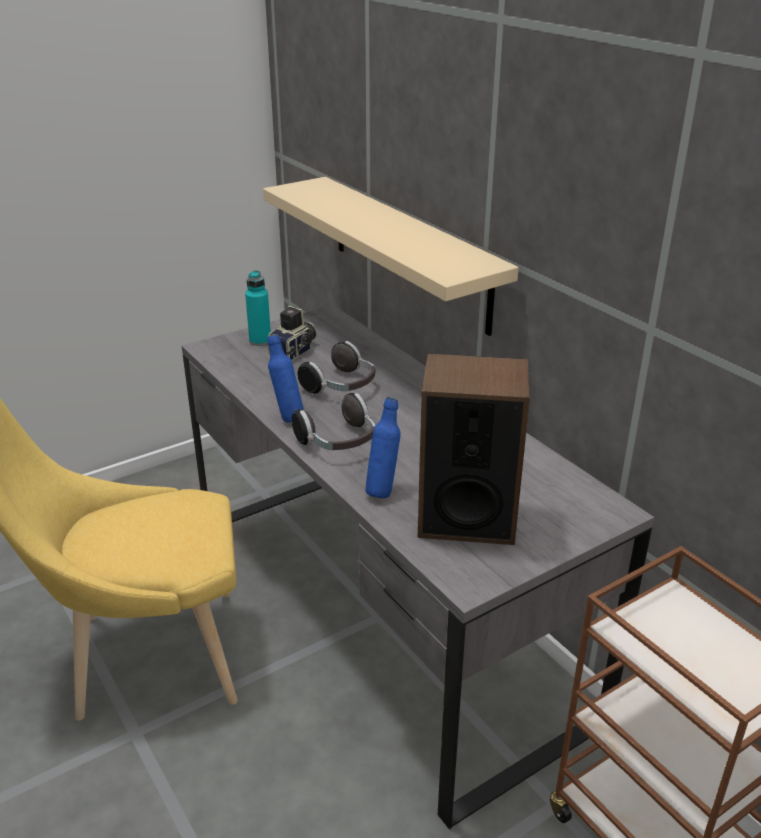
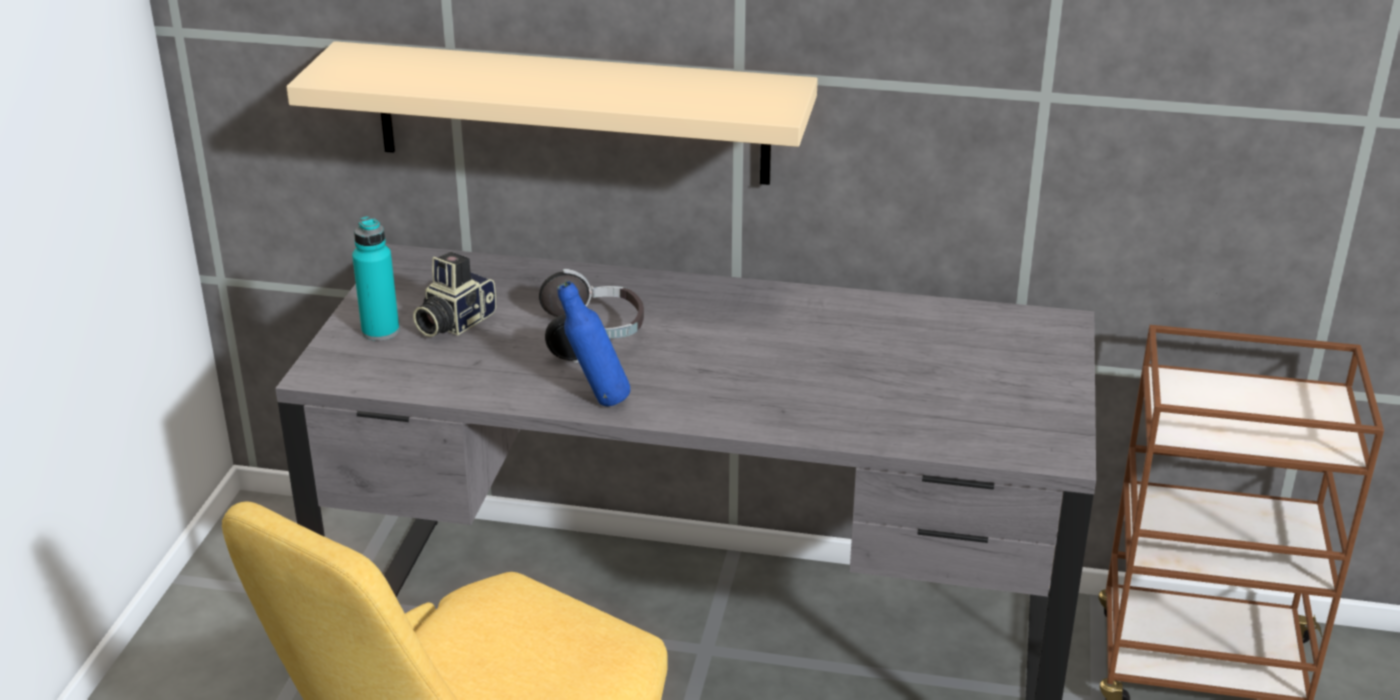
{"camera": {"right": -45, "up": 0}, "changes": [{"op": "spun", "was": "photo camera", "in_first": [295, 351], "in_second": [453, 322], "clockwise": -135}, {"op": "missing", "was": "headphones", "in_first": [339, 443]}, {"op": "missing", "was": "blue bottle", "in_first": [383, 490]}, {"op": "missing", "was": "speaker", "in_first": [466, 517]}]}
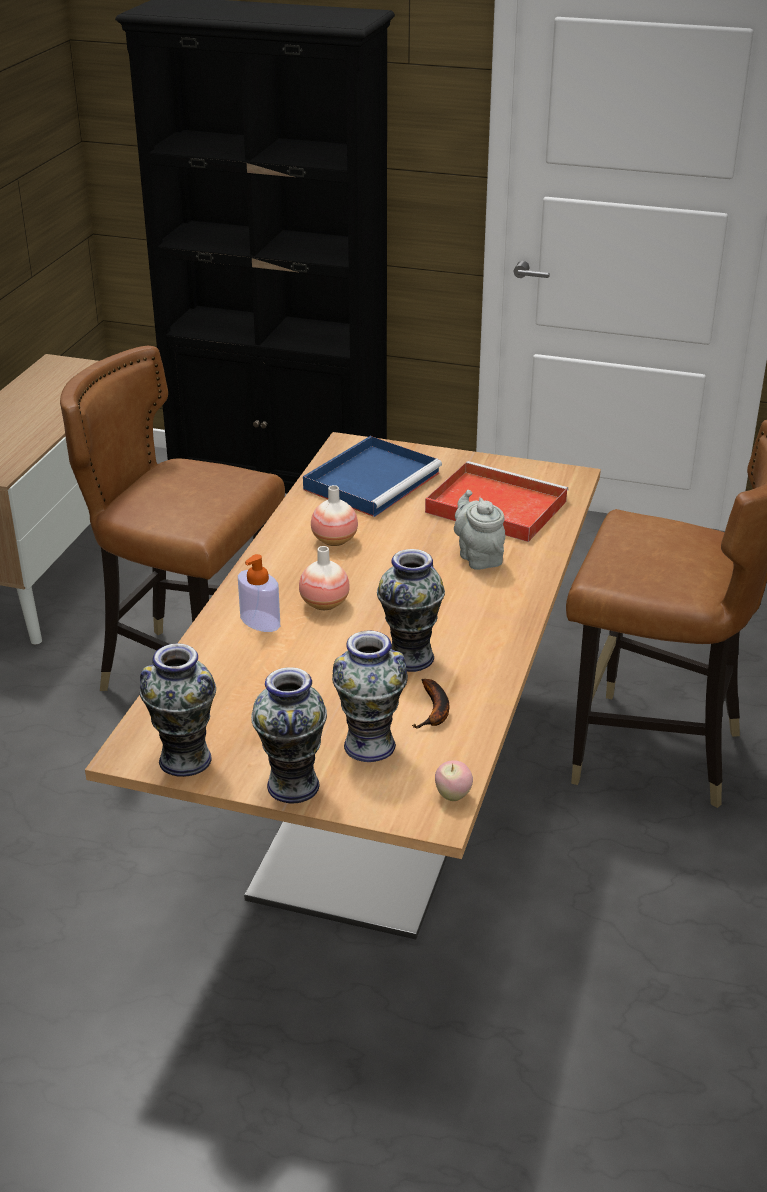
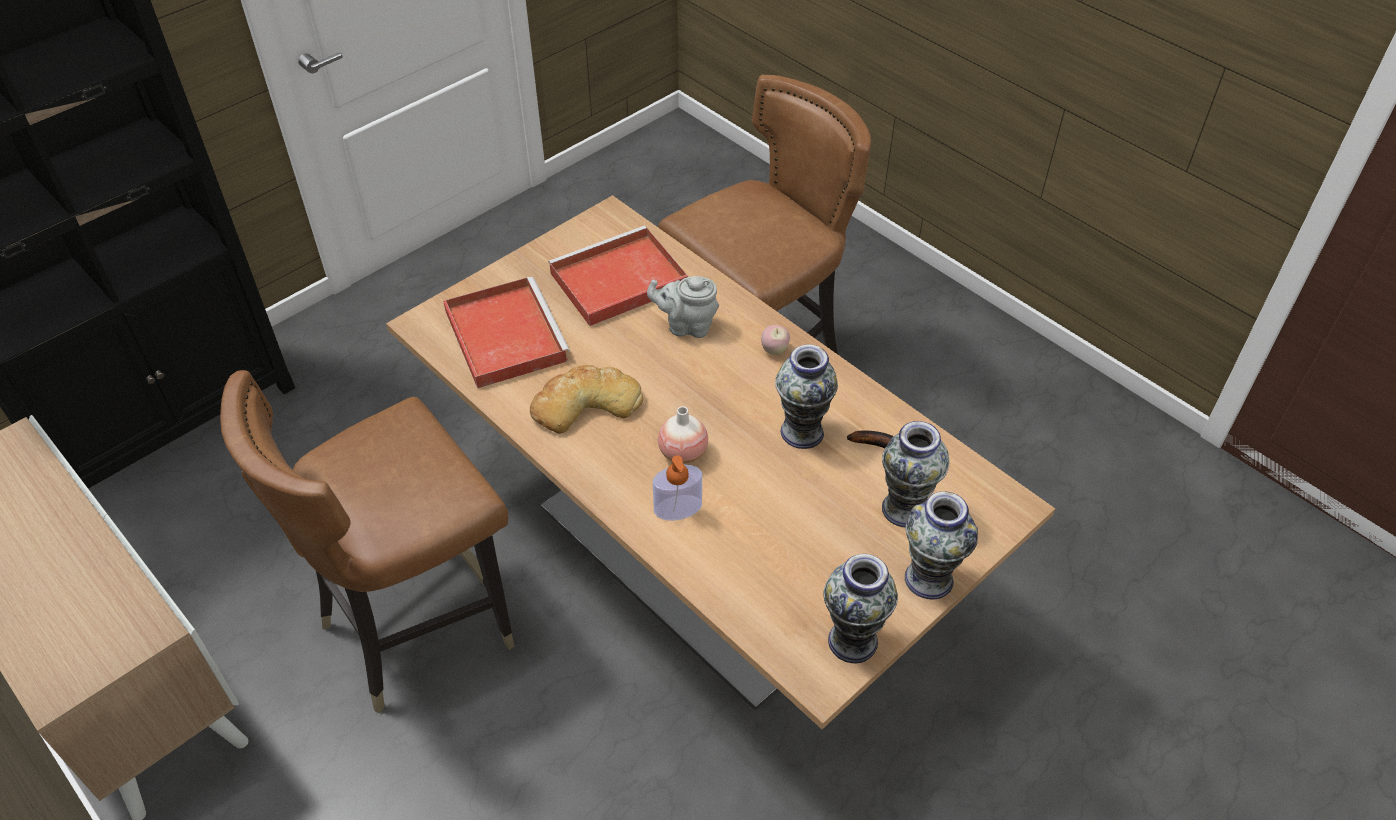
{"camera": {"right": -60, "up": 15}, "changes": [{"op": "colour", "was": "blue tray", "now": "red tray", "in_first": [373, 480], "in_second": [504, 334]}, {"op": "exchanged", "was": "vase", "now": "bread", "in_first": [334, 540], "in_second": [585, 403]}, {"op": "relocated", "was": "apple", "in_first": [453, 795], "in_second": [774, 350]}]}
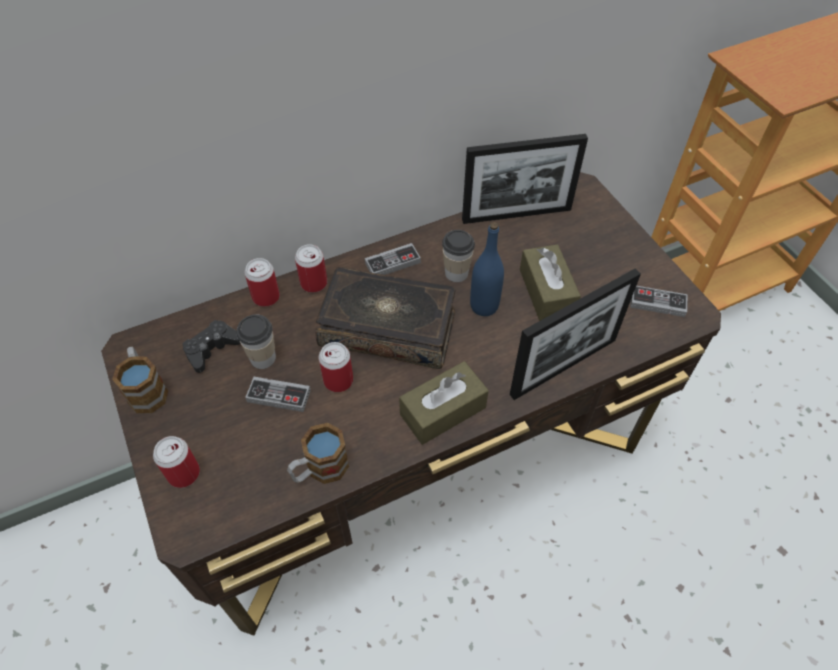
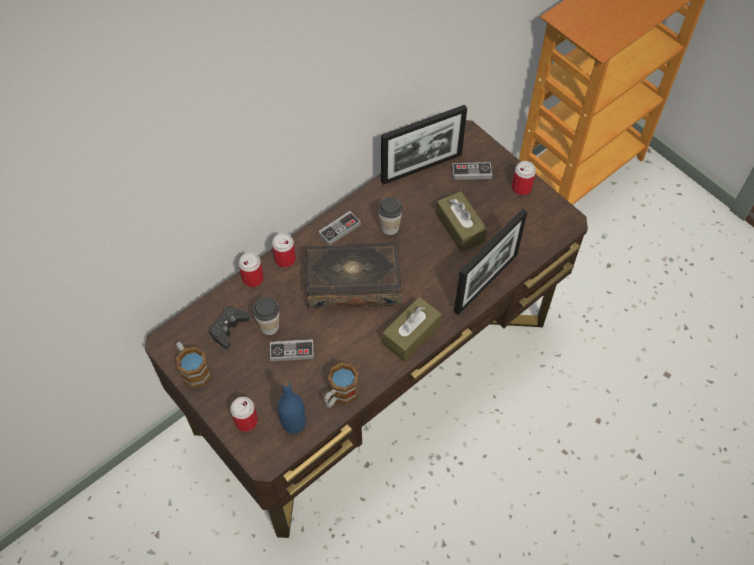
{"camera": {"right": -15, "up": 5}, "changes": [{"op": "relocated", "was": "blue bottle", "in_first": [484, 306], "in_second": [294, 423]}, {"op": "relocated", "was": "game controller", "in_first": [657, 303], "in_second": [471, 172]}, {"op": "relocated", "was": "can", "in_first": [338, 380], "in_second": [521, 188]}]}
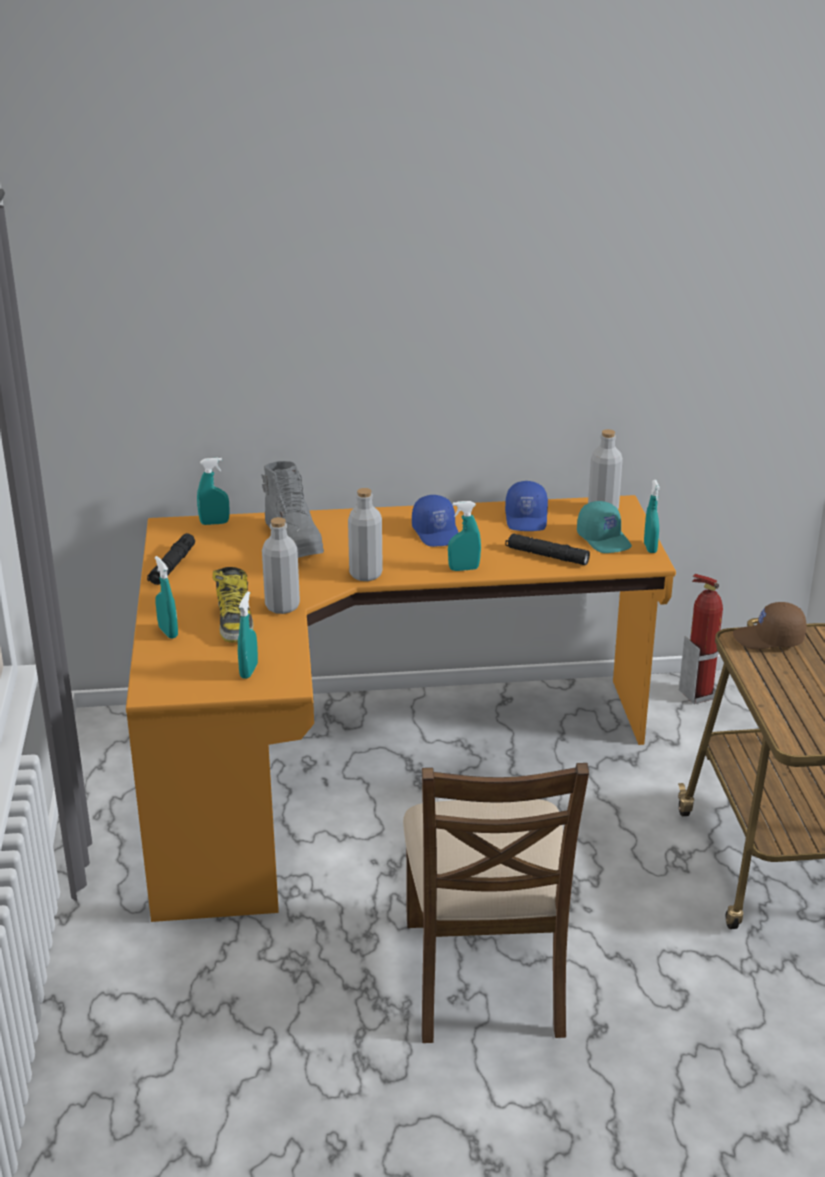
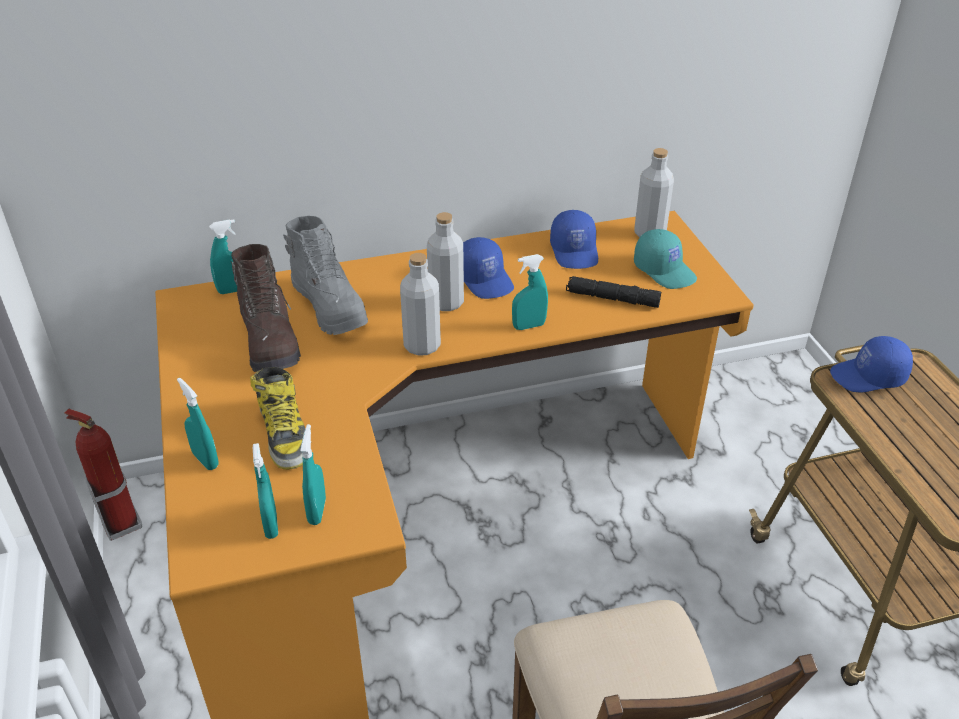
{"camera": {"right": -10, "up": 10}, "changes": [{"op": "relocated", "was": "fire extinguisher", "in_first": [698, 693], "in_second": [122, 523]}, {"op": "appeared", "now": "brown boot", "in_second": [270, 341]}, {"op": "relocated", "was": "turquoise spray bottle", "in_first": [650, 548], "in_second": [271, 525]}, {"op": "relocated", "was": "grey bottle", "in_first": [282, 606], "in_second": [446, 302]}, {"op": "colour", "was": "brown cap", "now": "blue cap", "in_first": [768, 639], "in_second": [868, 377]}, {"op": "missing", "was": "black flashlight", "in_first": [172, 566]}]}
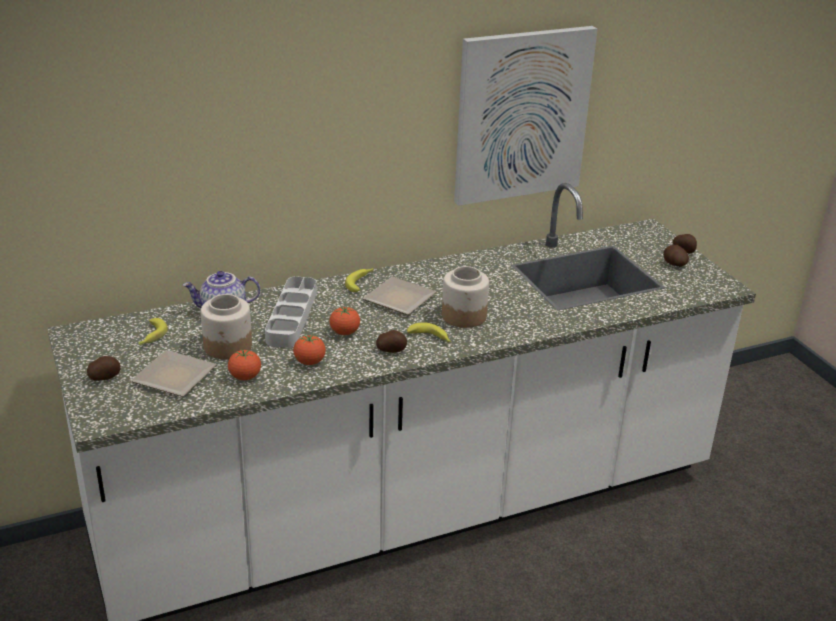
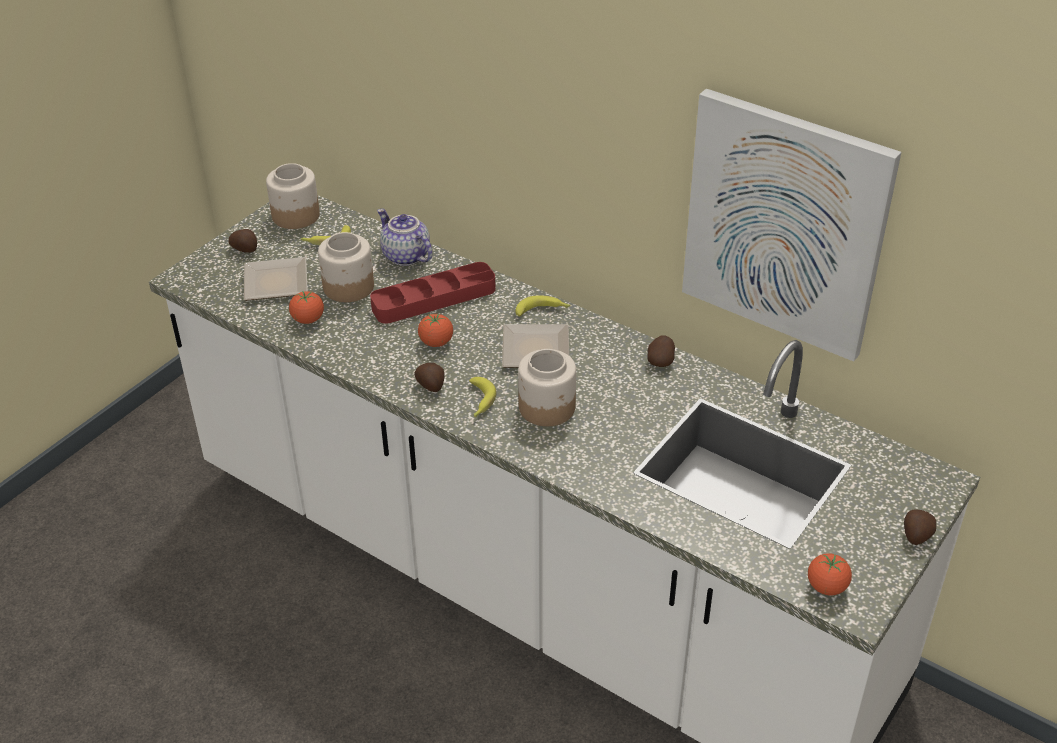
{"camera": {"right": 60, "up": 10}, "changes": [{"op": "appeared", "now": "jar", "in_second": [295, 215]}, {"op": "colour", "was": "grey tray", "now": "red tray", "in_first": [292, 316], "in_second": [434, 298]}, {"op": "relocated", "was": "potato", "in_first": [674, 264], "in_second": [661, 360]}, {"op": "relocated", "was": "tomato", "in_first": [309, 362], "in_second": [826, 587]}]}
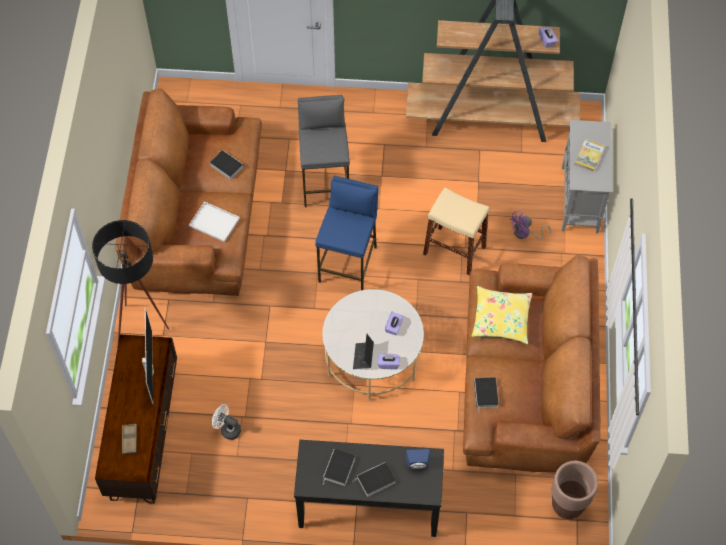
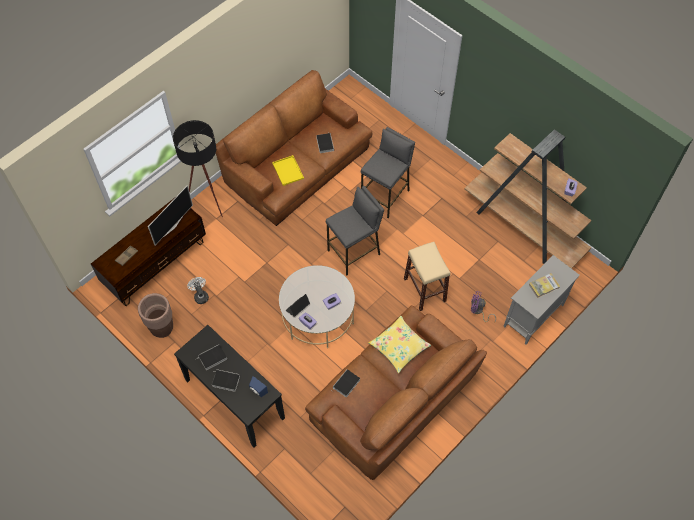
{"camera": {"right": 40, "up": 0}, "changes": [{"op": "relocated", "was": "brown planter", "in_first": [567, 505], "in_second": [162, 328]}, {"op": "colour", "was": "white tray", "now": "yellow tray", "in_first": [215, 222], "in_second": [288, 171]}, {"op": "colour", "was": "blue stool", "now": "grey stool", "in_first": [348, 264], "in_second": [354, 253]}]}
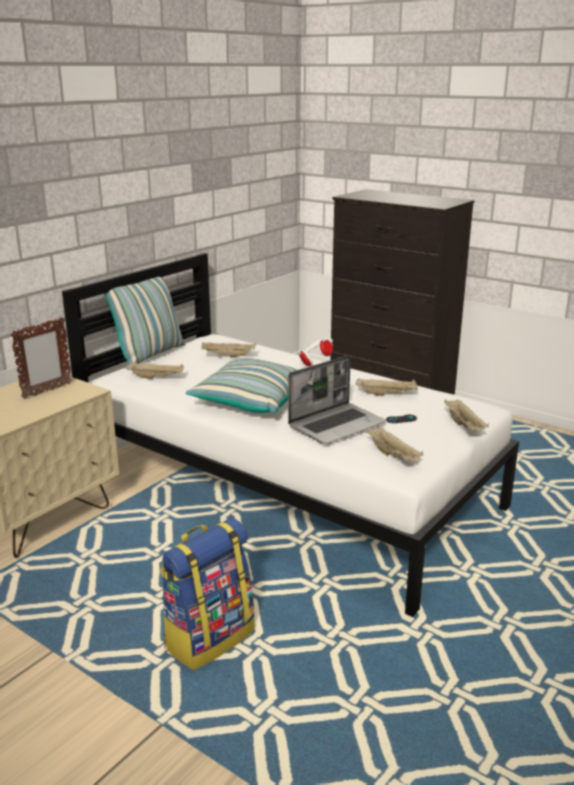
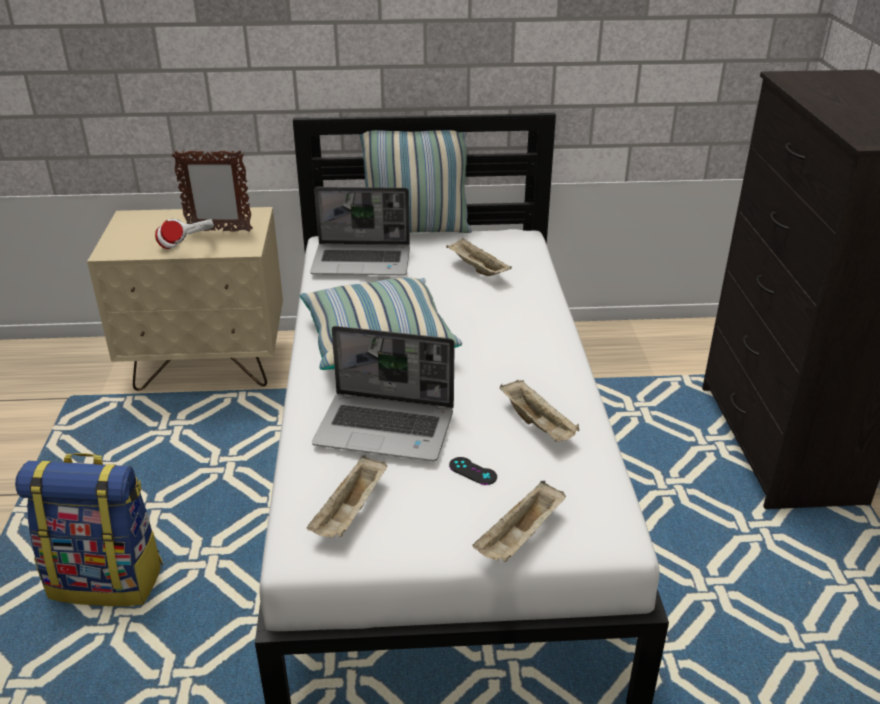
{"camera": {"right": 50, "up": 10}, "changes": [{"op": "relocated", "was": "white headphones", "in_first": [316, 362], "in_second": [188, 248]}, {"op": "exchanged", "was": "beige tray", "now": "laptop", "in_first": [156, 377], "in_second": [363, 261]}]}
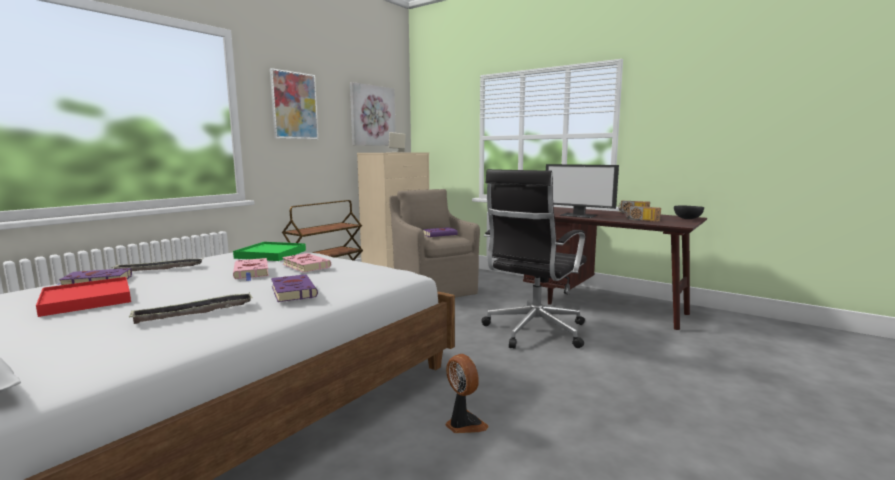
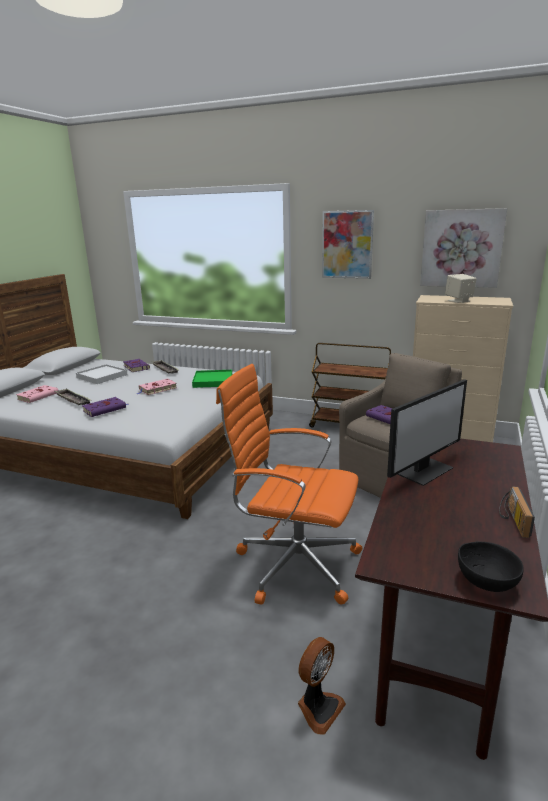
{"camera": {"right": 75, "up": 10}, "changes": [{"op": "relocated", "was": "pink book", "in_first": [305, 266], "in_second": [39, 396]}, {"op": "colour", "was": "red tray", "now": "white tray", "in_first": [87, 300], "in_second": [102, 376]}, {"op": "colour", "was": "black office chair", "now": "orange office chair", "in_first": [533, 331], "in_second": [294, 563]}, {"op": "relocated", "was": "fan", "in_first": [463, 424], "in_second": [318, 707]}, {"op": "spun", "was": "monitor", "in_first": [579, 215], "in_second": [424, 470], "clockwise": -150}, {"op": "missing", "was": "radio", "in_first": [641, 220]}]}
